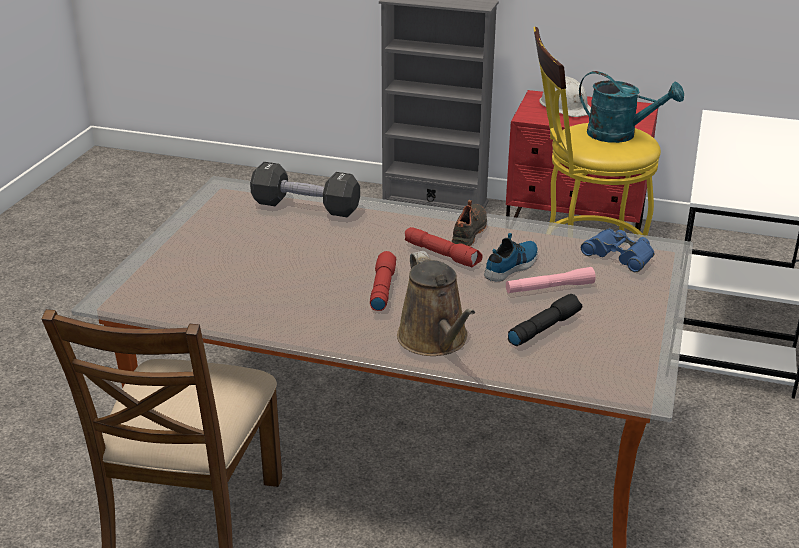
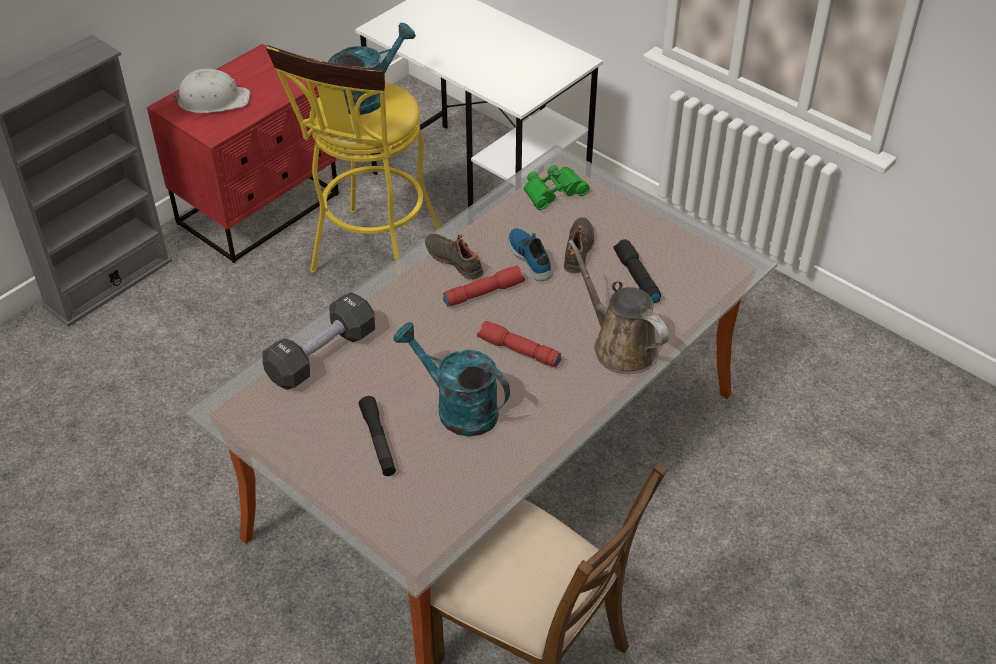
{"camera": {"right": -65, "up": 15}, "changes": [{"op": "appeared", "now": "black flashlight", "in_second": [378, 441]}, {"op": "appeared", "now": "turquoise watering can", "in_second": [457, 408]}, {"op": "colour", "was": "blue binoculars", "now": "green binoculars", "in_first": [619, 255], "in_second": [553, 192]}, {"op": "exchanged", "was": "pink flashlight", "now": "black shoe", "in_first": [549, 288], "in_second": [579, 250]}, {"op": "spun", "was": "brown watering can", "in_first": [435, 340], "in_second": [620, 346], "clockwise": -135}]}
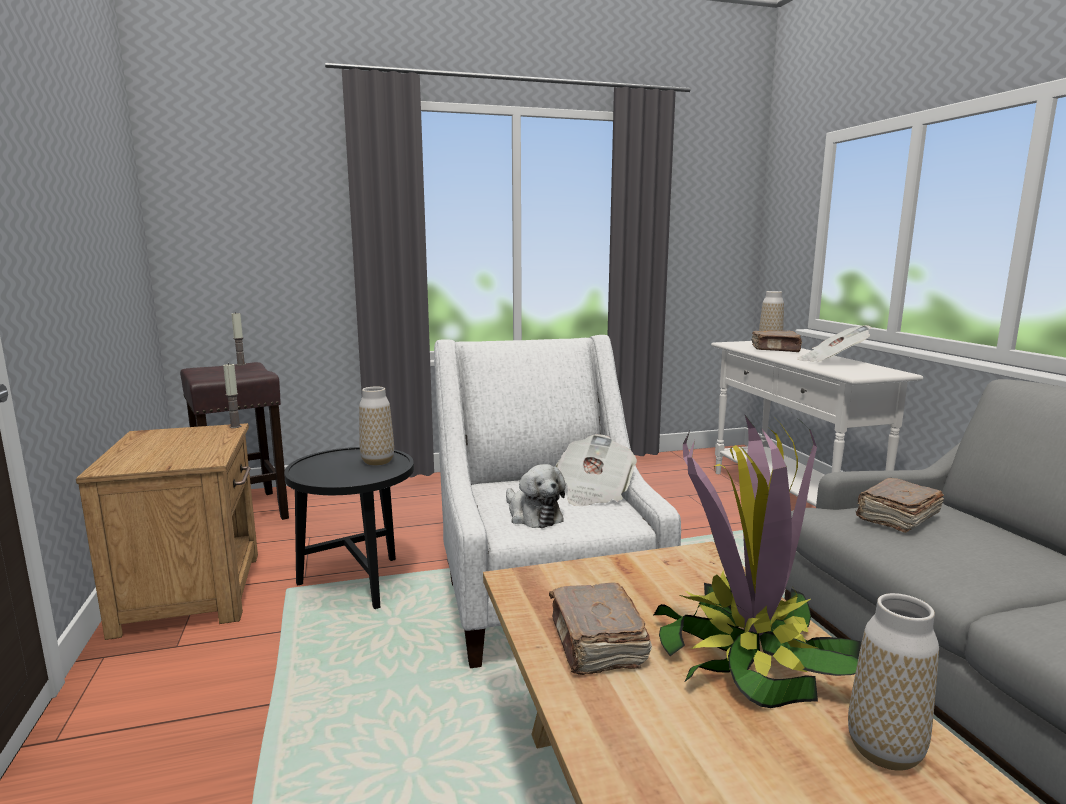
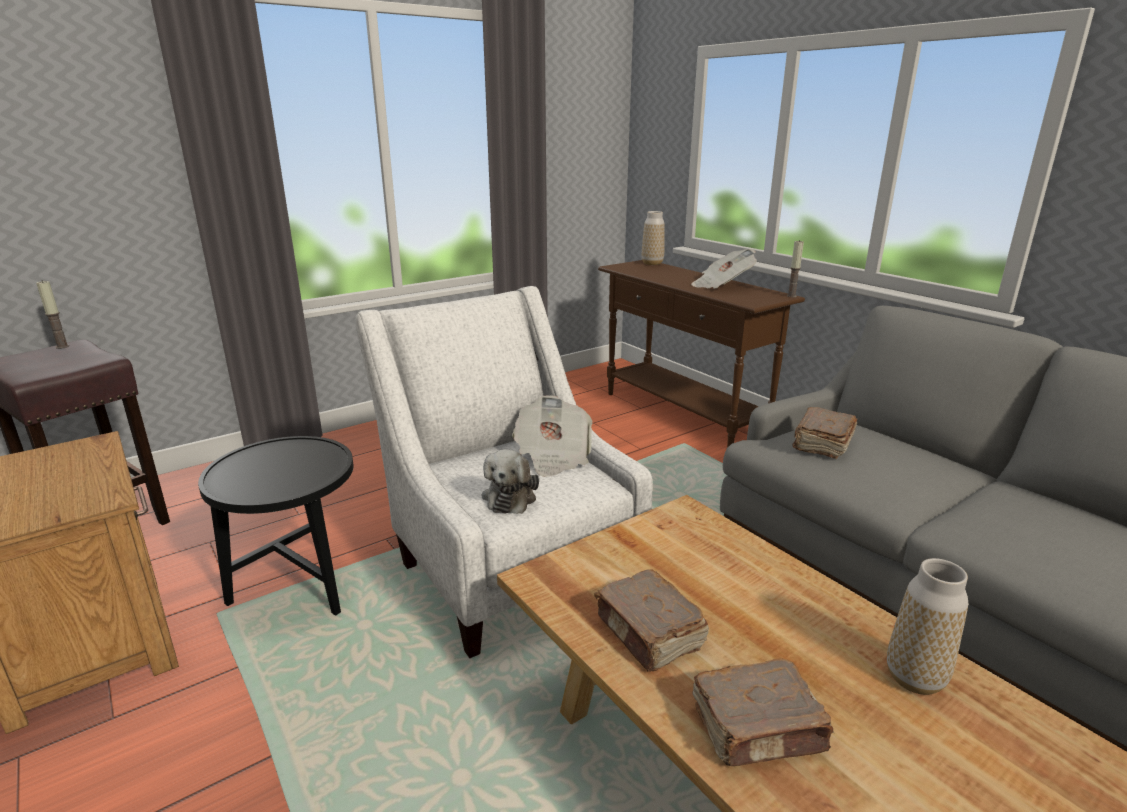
{"camera": {"right": -20, "up": 10}, "changes": [{"op": "spun", "was": "plush toy", "in_first": [532, 515], "in_second": [510, 496], "clockwise": 60}, {"op": "colour", "was": "white console table", "now": "brown console table", "in_first": [790, 500], "in_second": [683, 415]}, {"op": "relocated", "was": "brown book", "in_first": [776, 350], "in_second": [759, 729]}, {"op": "relocated", "was": "candle", "in_first": [235, 426], "in_second": [791, 296]}, {"op": "missing", "was": "vase", "in_first": [377, 461]}, {"op": "missing", "was": "potted plant", "in_first": [747, 655]}]}
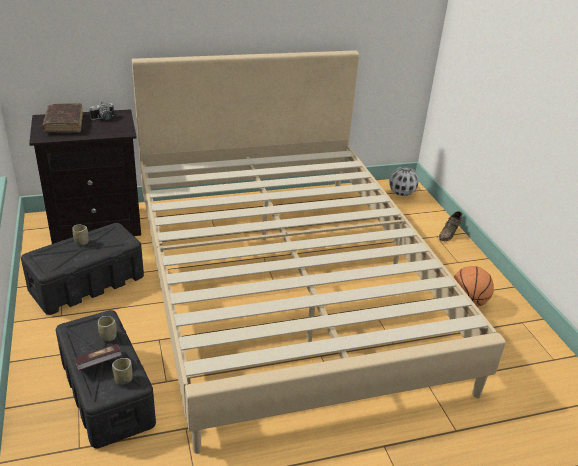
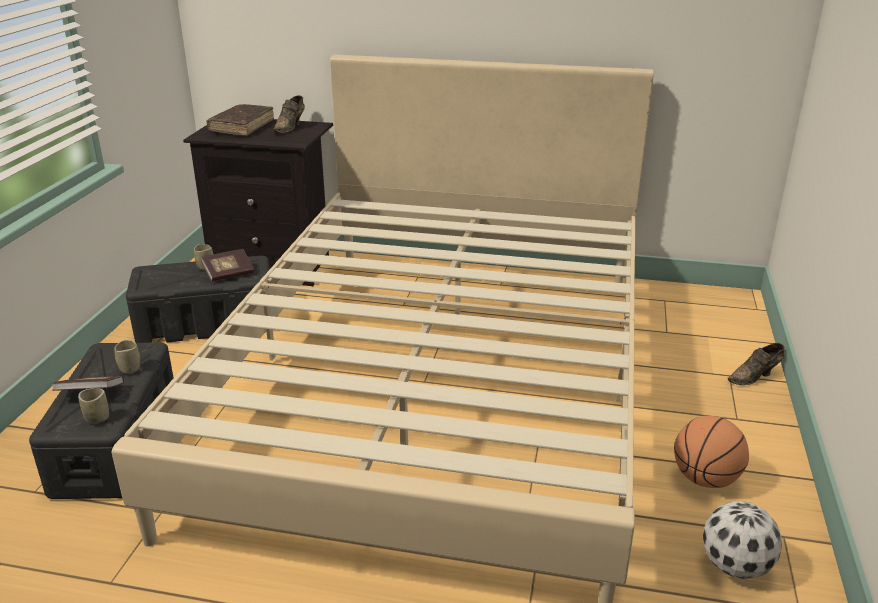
{"camera": {"right": 30, "up": -5}, "changes": [{"op": "appeared", "now": "book", "in_second": [228, 274]}, {"op": "exchanged", "was": "photo camera", "now": "brown shoe", "in_first": [104, 118], "in_second": [290, 127]}, {"op": "relocated", "was": "football", "in_first": [401, 194], "in_second": [736, 567]}]}
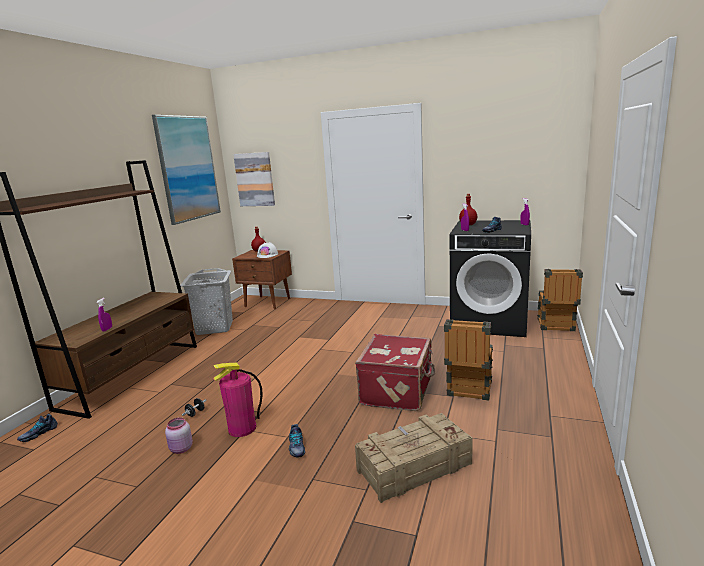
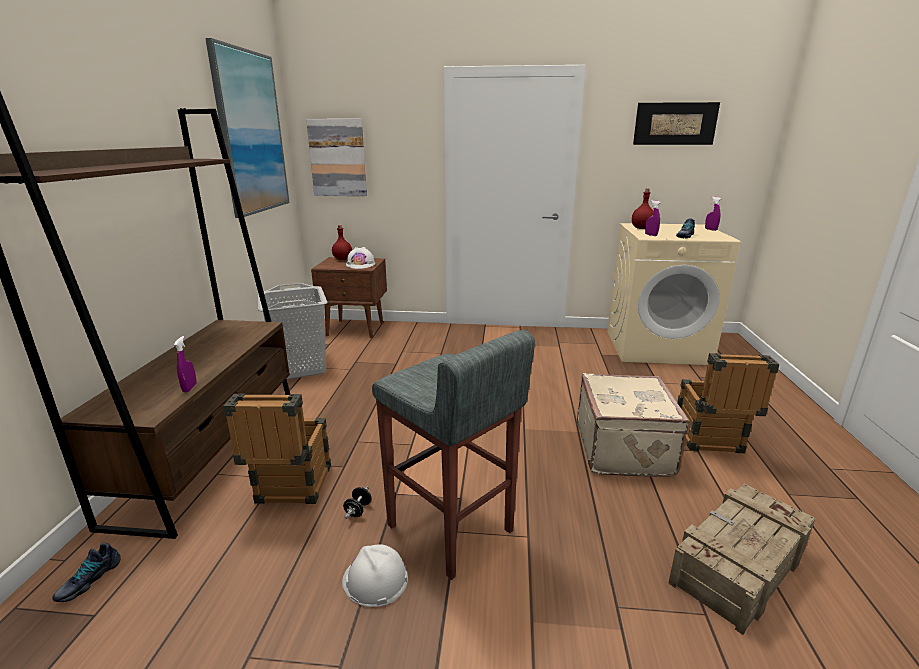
{"camera": {"right": -15, "up": 5}, "changes": [{"op": "relocated", "was": "crate", "in_first": [556, 327], "in_second": [290, 491]}, {"op": "exchanged", "was": "pink jar", "now": "white hard hat", "in_first": [181, 449], "in_second": [375, 580]}, {"op": "exchanged", "was": "fire extinguisher", "now": "grey stool", "in_first": [242, 428], "in_second": [450, 530]}, {"op": "colour", "was": "red suitcase", "now": "beige suitcase", "in_first": [398, 391], "in_second": [625, 449]}, {"op": "colour", "was": "black washing machine", "now": "beige washing machine", "in_first": [490, 321], "in_second": [657, 347]}, {"op": "appeared", "now": "picture", "in_second": [675, 123]}, {"op": "missing", "was": "shoe", "in_first": [296, 447]}]}
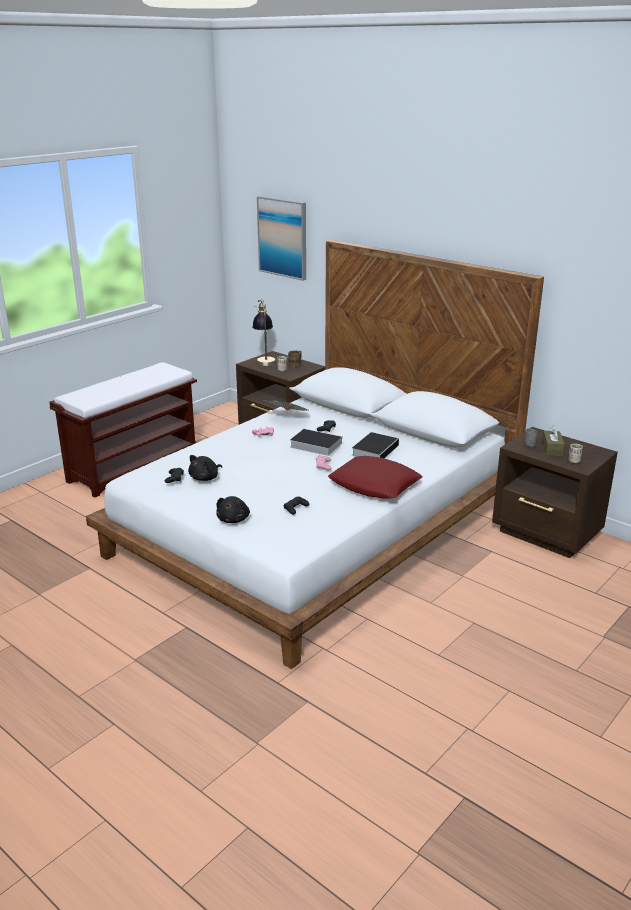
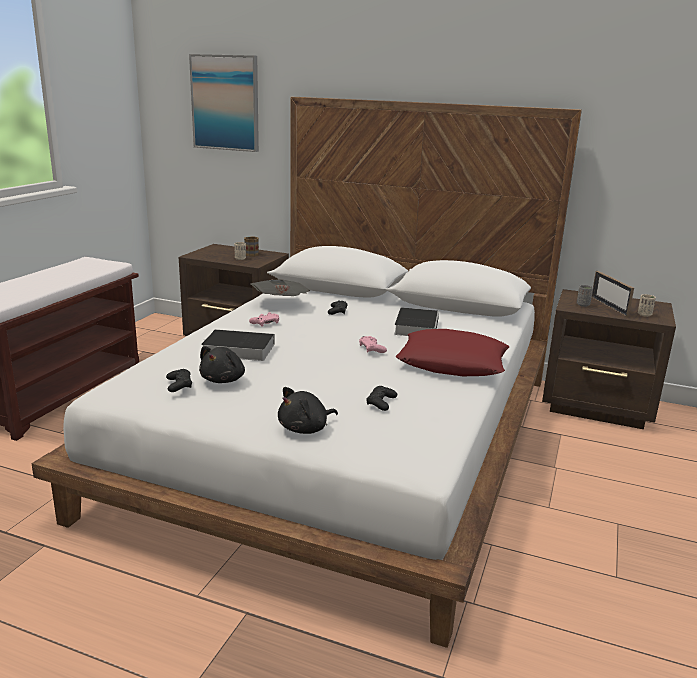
{"camera": {"right": -20, "up": -5}, "changes": [{"op": "relocated", "was": "book", "in_first": [314, 445], "in_second": [236, 350]}, {"op": "spun", "was": "black plush toy", "in_first": [234, 519], "in_second": [305, 429], "clockwise": 60}, {"op": "exchanged", "was": "brown tissue box", "now": "picture frame", "in_first": [552, 449], "in_second": [609, 306]}, {"op": "missing", "was": "table lamp", "in_first": [264, 359]}]}
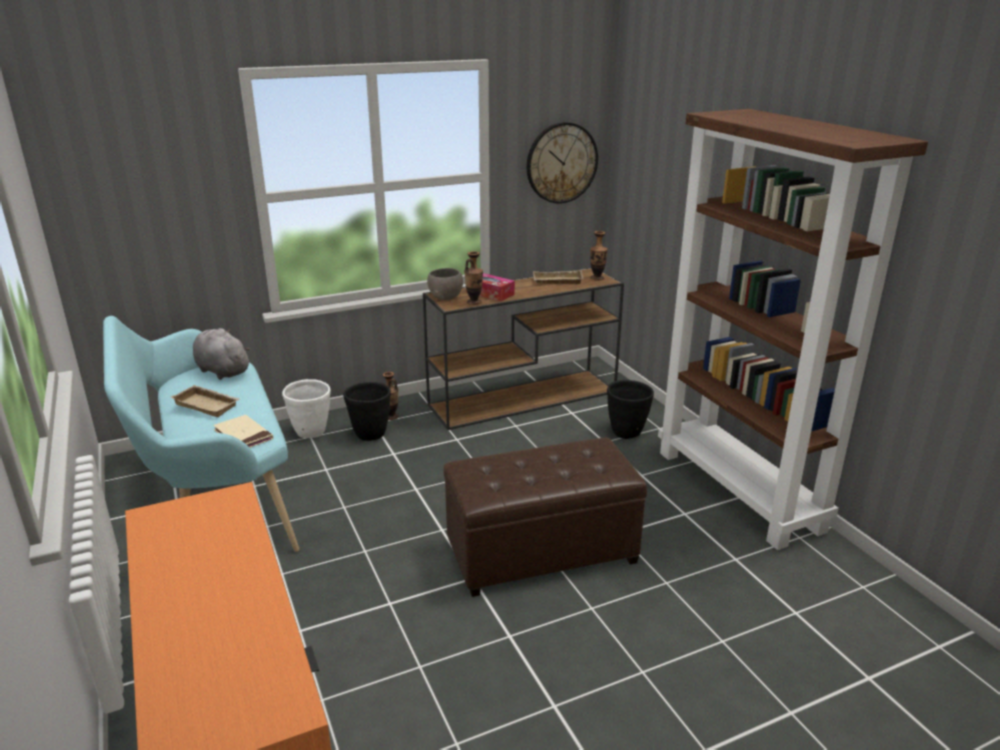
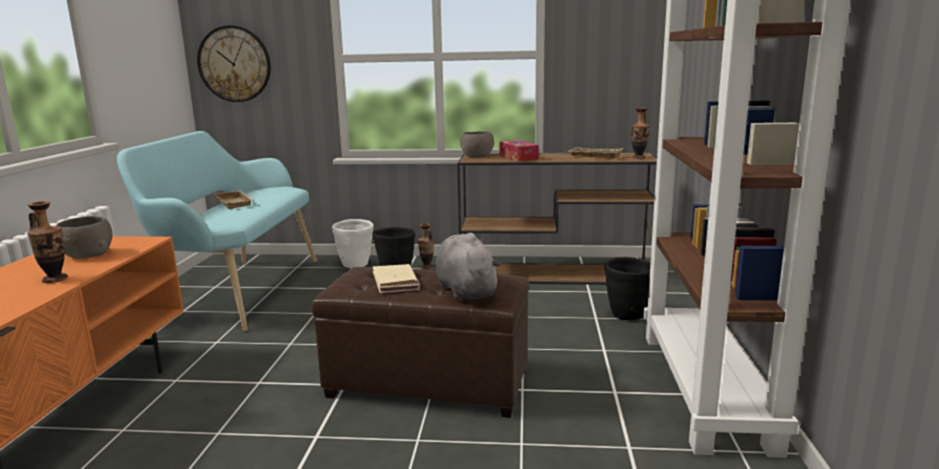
{"camera": {"right": 30, "up": -10}, "changes": [{"op": "relocated", "was": "vase", "in_first": [474, 302], "in_second": [55, 279]}, {"op": "appeared", "now": "grey bowl", "in_second": [87, 255]}, {"op": "relocated", "was": "wall clock", "in_first": [561, 163], "in_second": [234, 64]}, {"op": "relocated", "was": "beige book", "in_first": [243, 435], "in_second": [395, 281]}, {"op": "relocated", "was": "grey plush toy", "in_first": [221, 370], "in_second": [465, 290]}]}
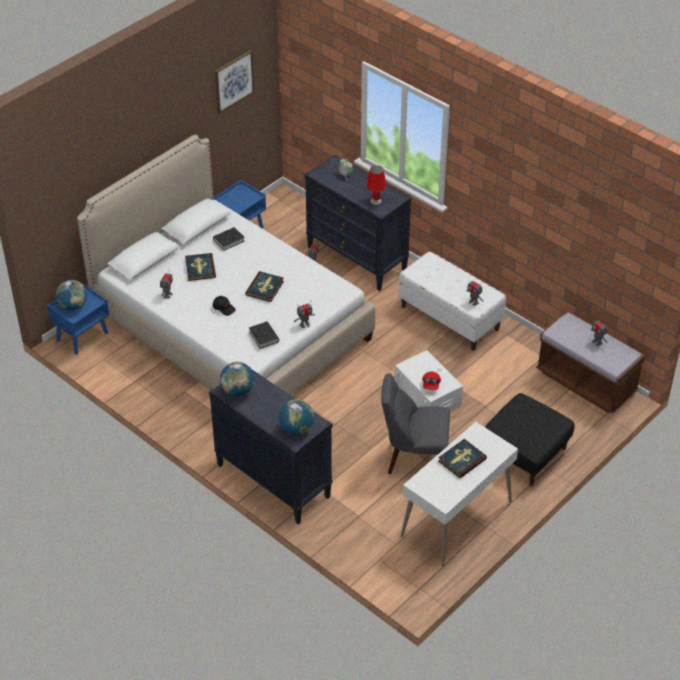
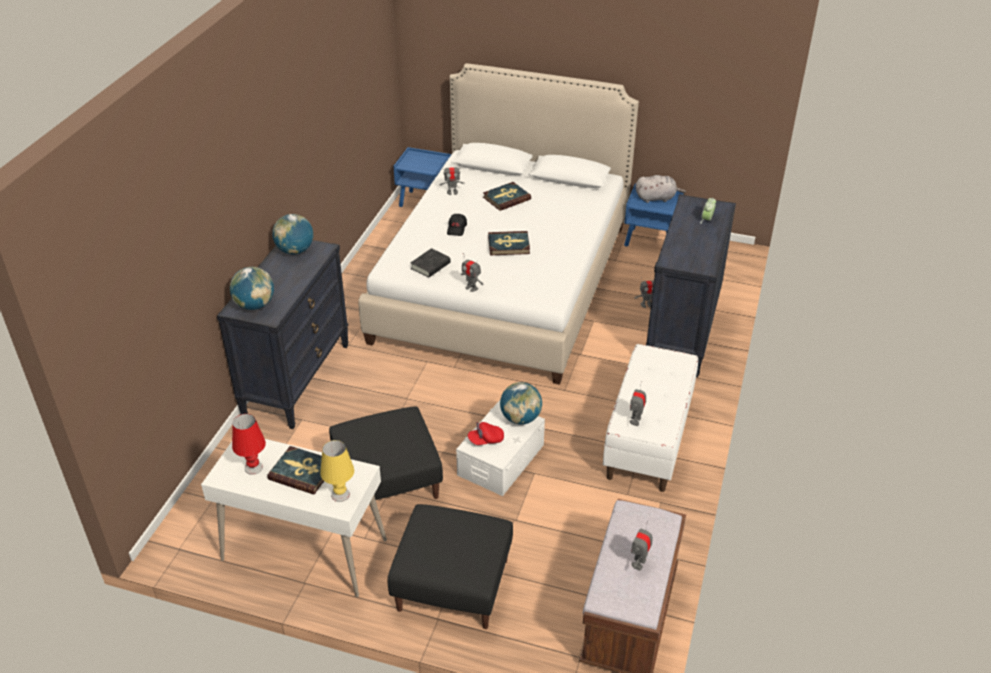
{"camera": {"right": 65, "up": -5}, "changes": [{"op": "relocated", "was": "red table lamp", "in_first": [376, 201], "in_second": [254, 467]}, {"op": "appeared", "now": "yellow table lamp", "in_second": [340, 494]}, {"op": "exchanged", "was": "grey chair", "now": "black ottoman", "in_first": [414, 458], "in_second": [388, 480]}, {"op": "relocated", "was": "globe", "in_first": [73, 306], "in_second": [520, 418]}, {"op": "appeared", "now": "grey plush toy", "in_second": [657, 198]}, {"op": "missing", "was": "black book", "in_first": [229, 240]}, {"op": "missing", "was": "picture", "in_first": [233, 81]}]}
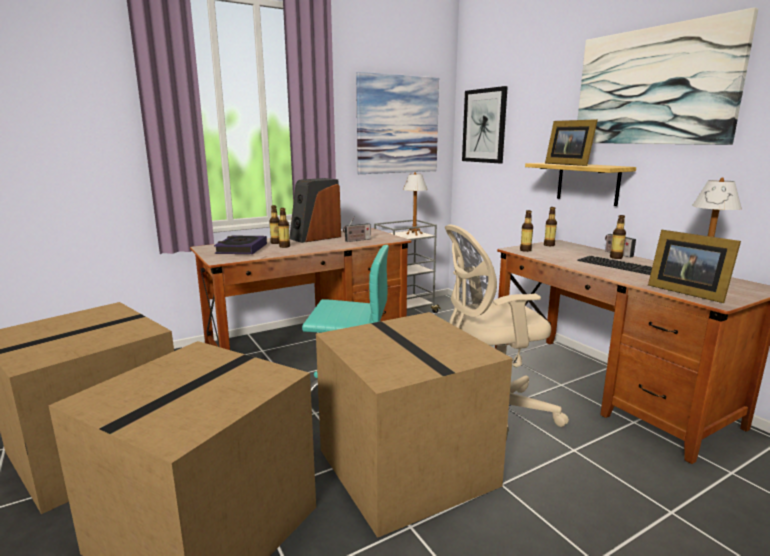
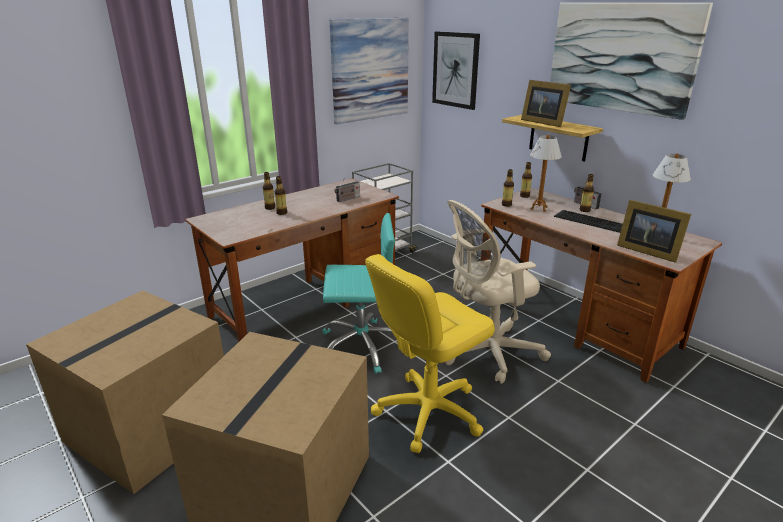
{"camera": {"right": -10, "up": 10}, "changes": [{"op": "exchanged", "was": "cardboard box", "now": "yellow office chair", "in_first": [403, 466], "in_second": [428, 412]}, {"op": "relocated", "was": "table lamp", "in_first": [414, 234], "in_second": [539, 208]}, {"op": "missing", "was": "book", "in_first": [241, 249]}, {"op": "missing", "was": "speaker", "in_first": [315, 237]}]}
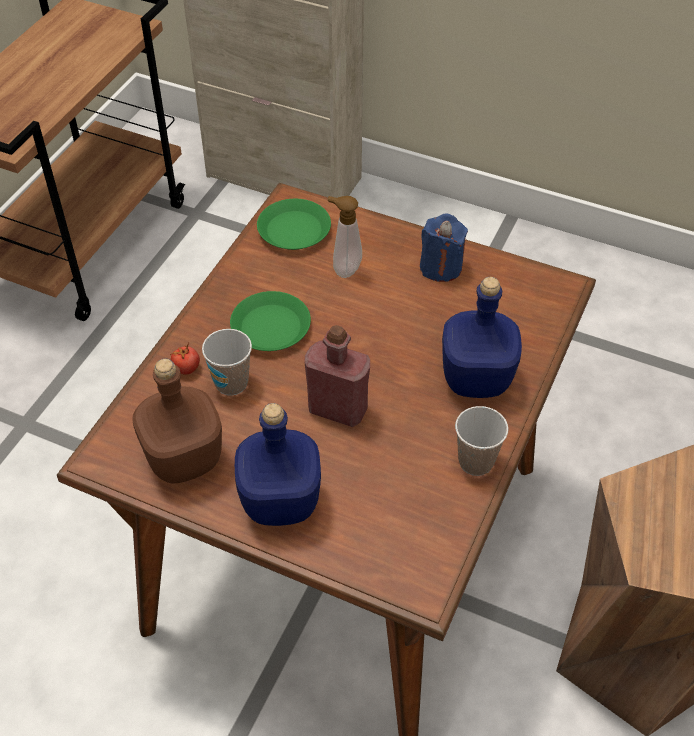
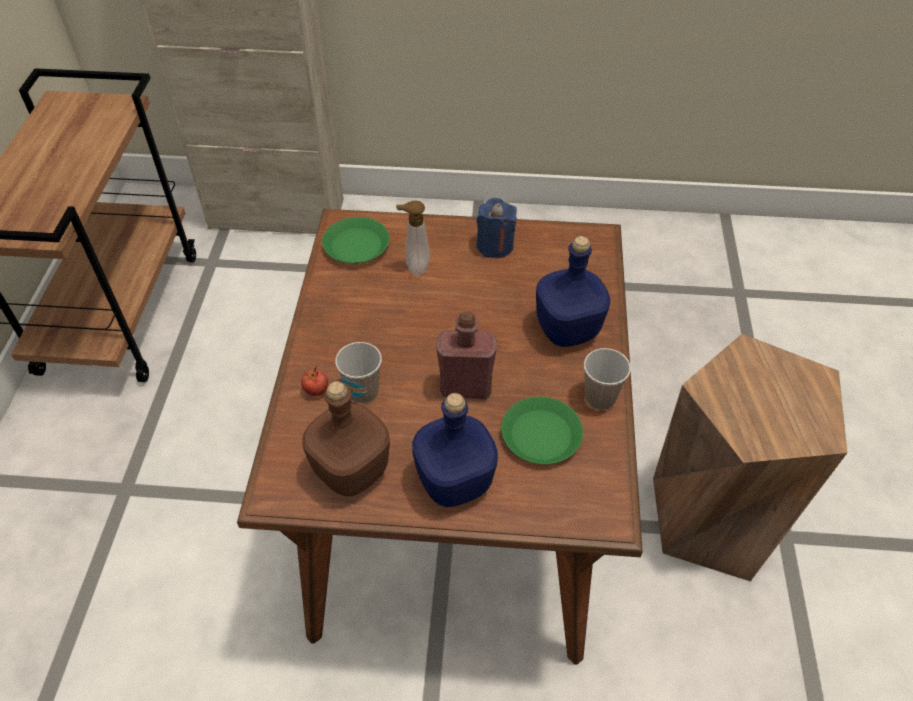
{"camera": {"right": -20, "up": 0}, "changes": [{"op": "relocated", "was": "green plate", "in_first": [270, 327], "in_second": [540, 435]}]}
